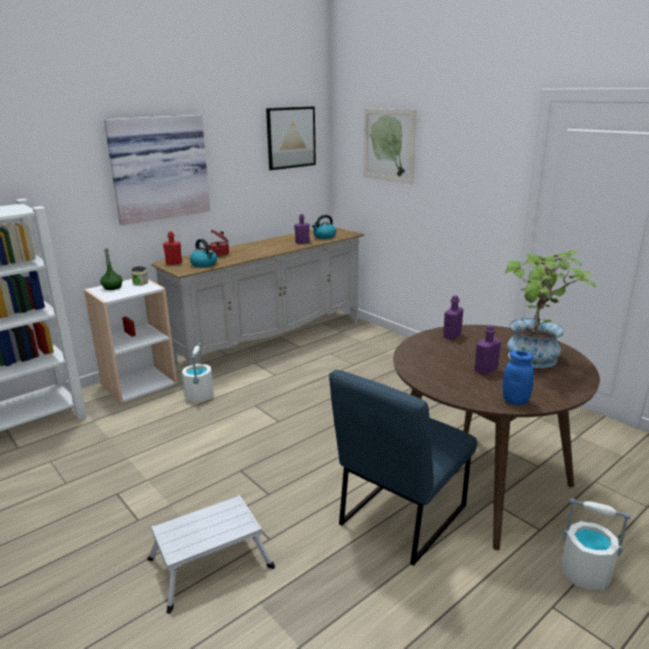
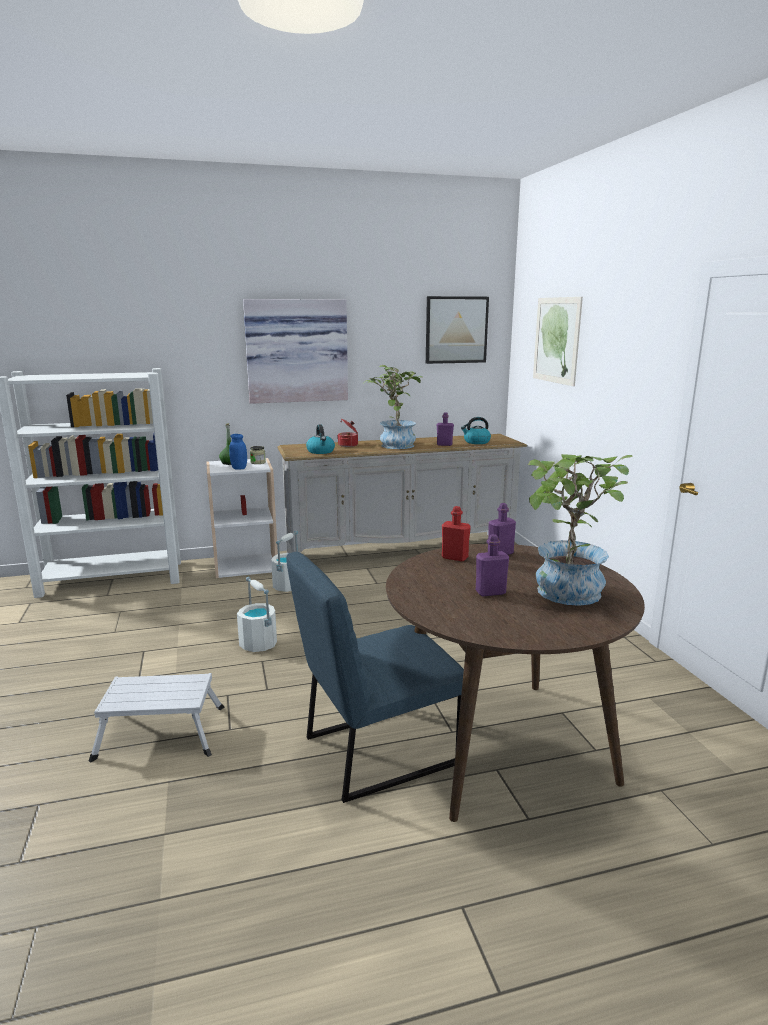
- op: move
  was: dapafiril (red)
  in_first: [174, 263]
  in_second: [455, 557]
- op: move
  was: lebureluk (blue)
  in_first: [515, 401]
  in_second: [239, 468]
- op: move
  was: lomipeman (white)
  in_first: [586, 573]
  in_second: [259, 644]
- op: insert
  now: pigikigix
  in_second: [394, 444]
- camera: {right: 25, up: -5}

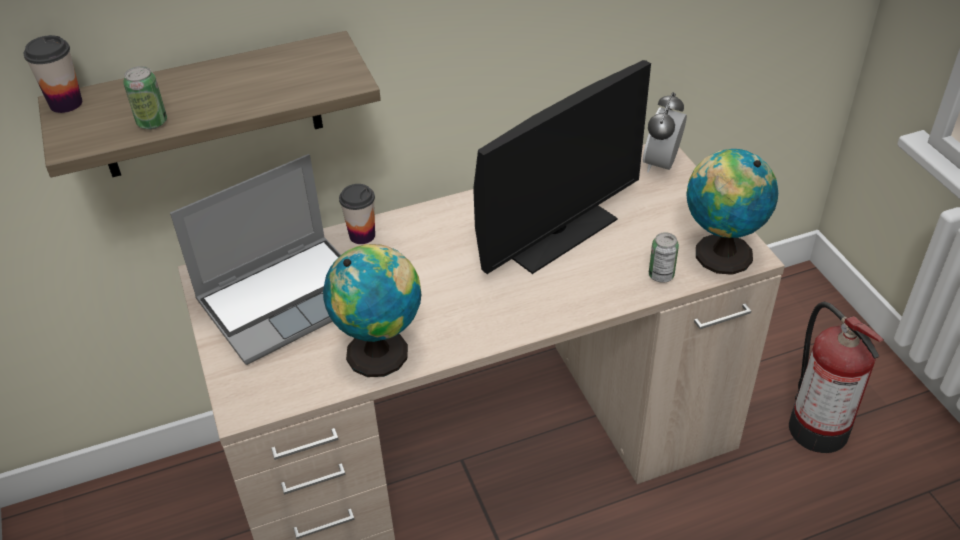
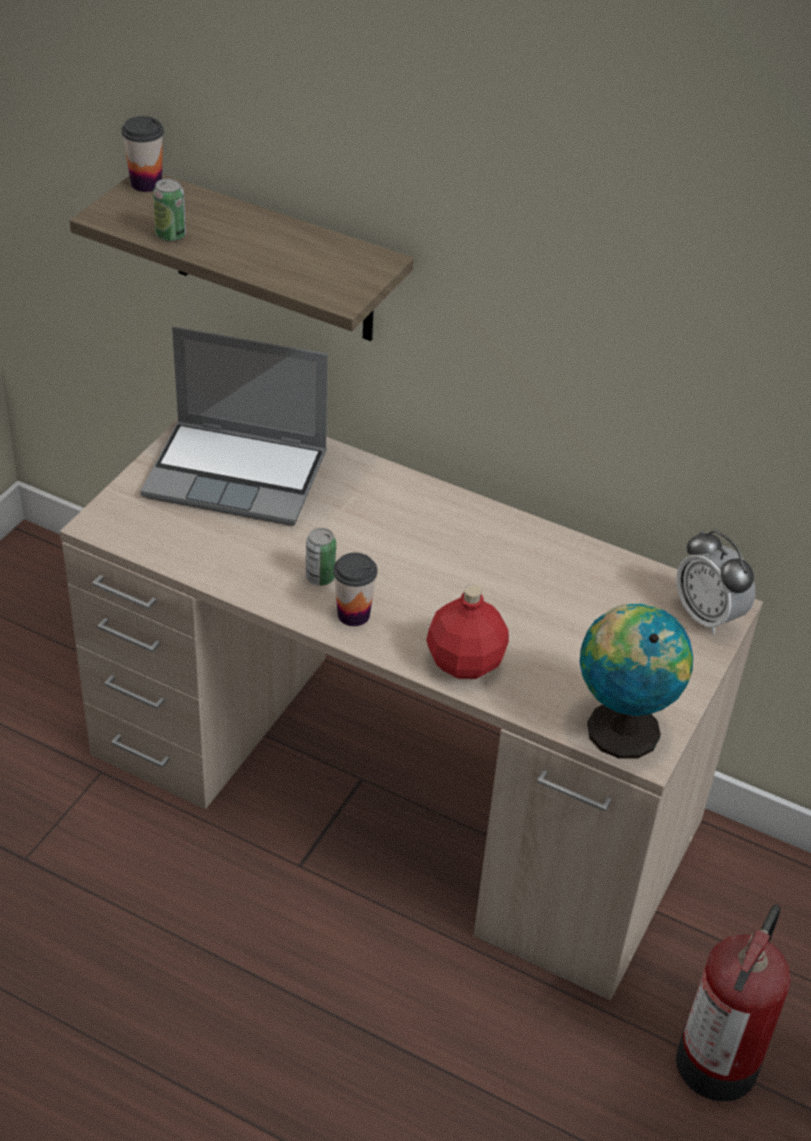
- op: delete
  was: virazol
  in_first: [557, 233]
- op: rotate
  was: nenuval
  in_first: [661, 164]
  in_second: [707, 616]
  clockwise: -105
- op: move
  was: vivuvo
  in_first: [362, 235]
  in_second: [353, 614]
- op: move
  was: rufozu
  in_first: [661, 275]
  in_second: [320, 577]
- op: delete
  was: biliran
  in_first: [382, 352]
- op: insert
  now: dapafiril (red)
  in_second: [464, 663]
- camera: {right: 45, up: 0}

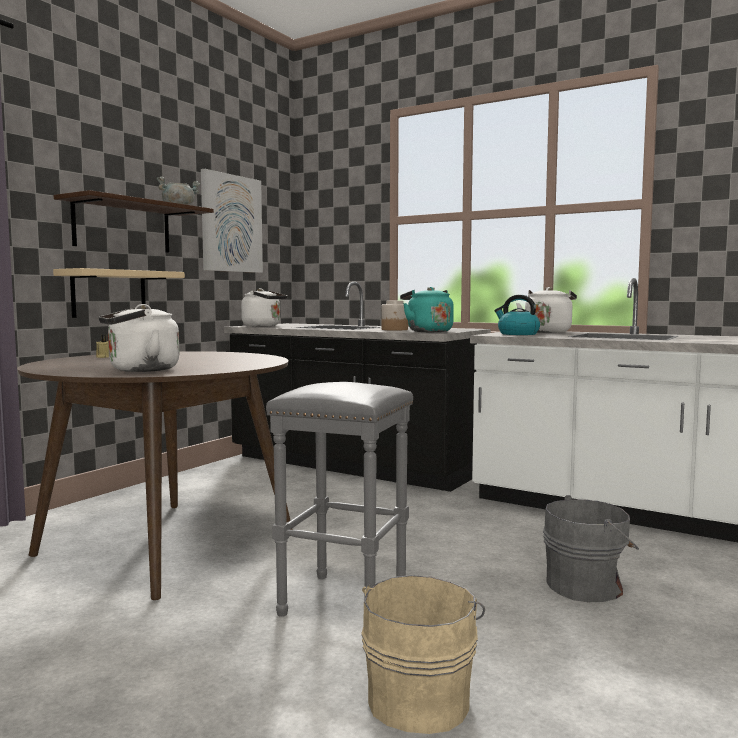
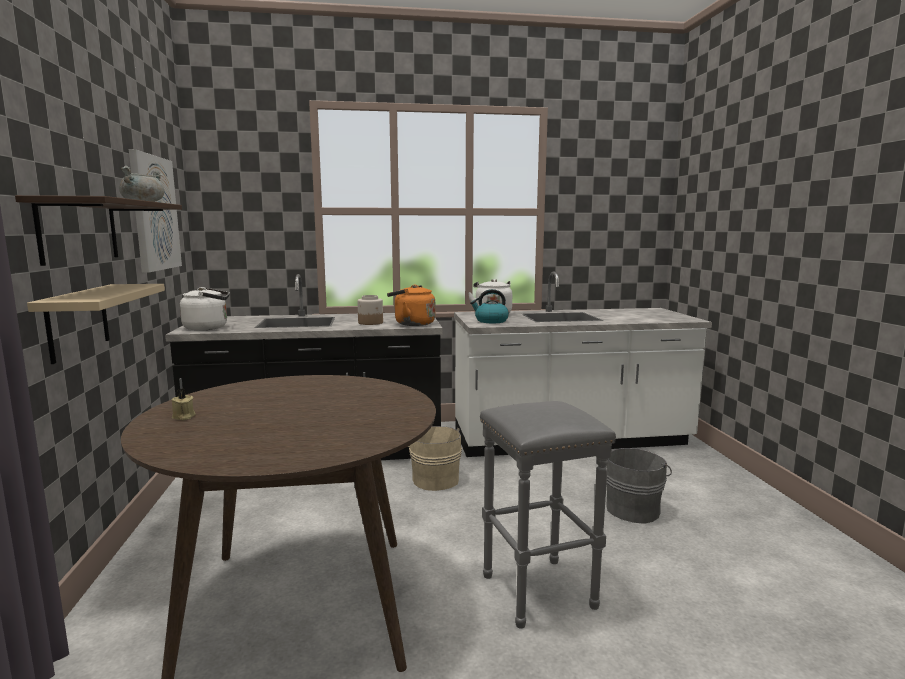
- op: recolor
  was: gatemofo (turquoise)
  now: gatemofo (orange)
  in_first: [427, 331]
  in_second: [412, 324]
- op: delete
  was: gatemofo (white)
  in_first: [140, 370]
- op: move
  was: lomipeman (beige)
  in_first: [420, 698]
  in_second: [435, 479]
- camera: {right: -40, up: 5}

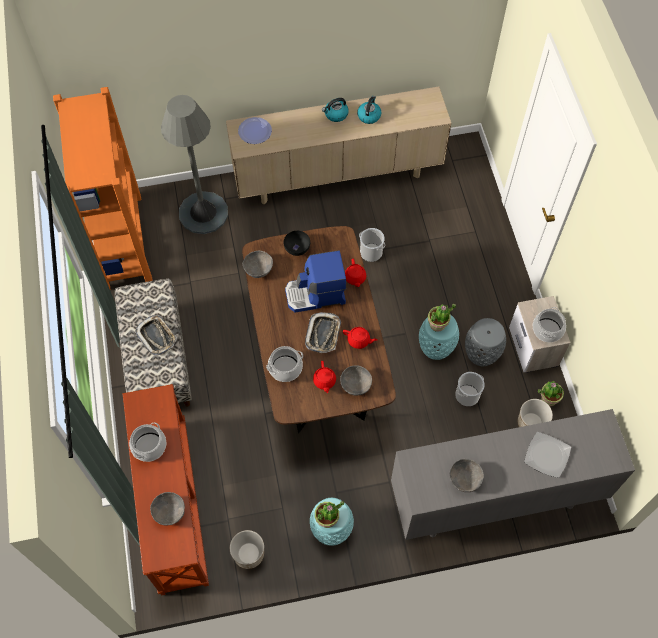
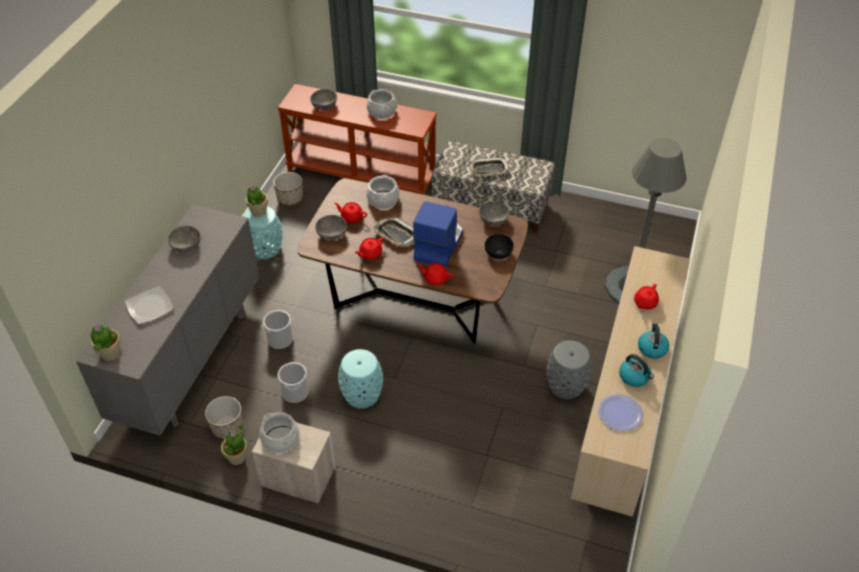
- op: delete
  was: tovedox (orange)
  in_first: [122, 242]
- op: move
  was: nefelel
  in_first: [255, 131]
  in_second: [620, 413]
- op: move
  was: lomipeman
  in_first: [371, 252]
  in_second: [280, 340]
- op: move
  was: pigikigix
  in_first: [437, 324]
  in_second: [110, 353]
- op: move
  was: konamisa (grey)
  in_first: [481, 353]
  in_second: [565, 386]
- op: insert
  now: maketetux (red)
  in_second: [645, 303]
- camera: {right: 120, up: -15}

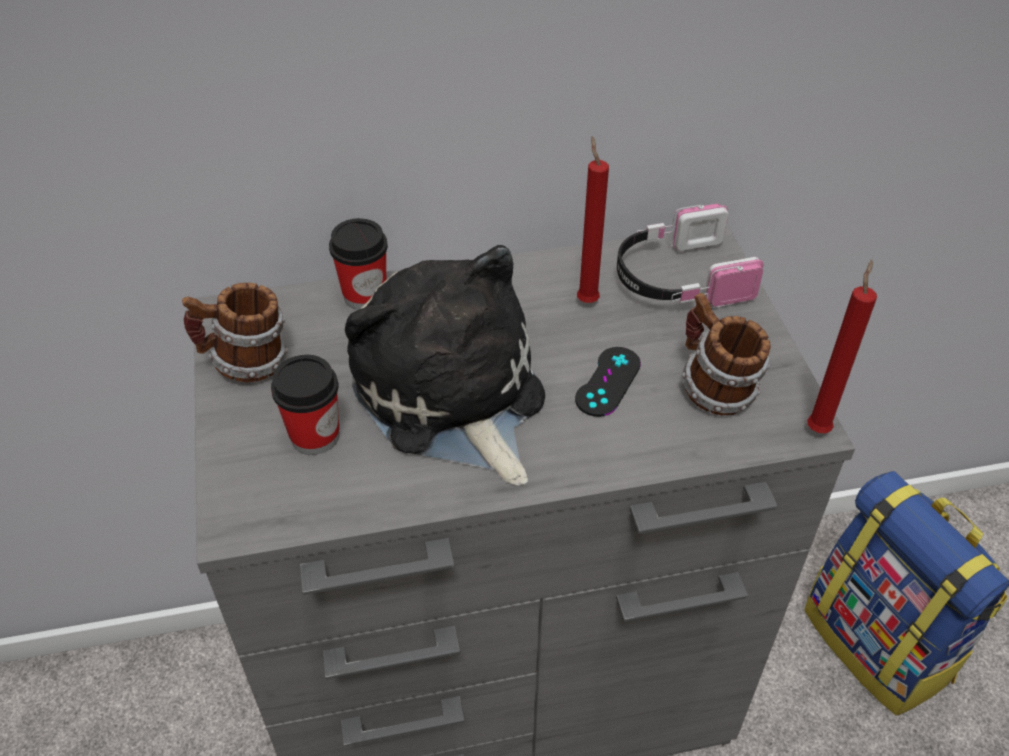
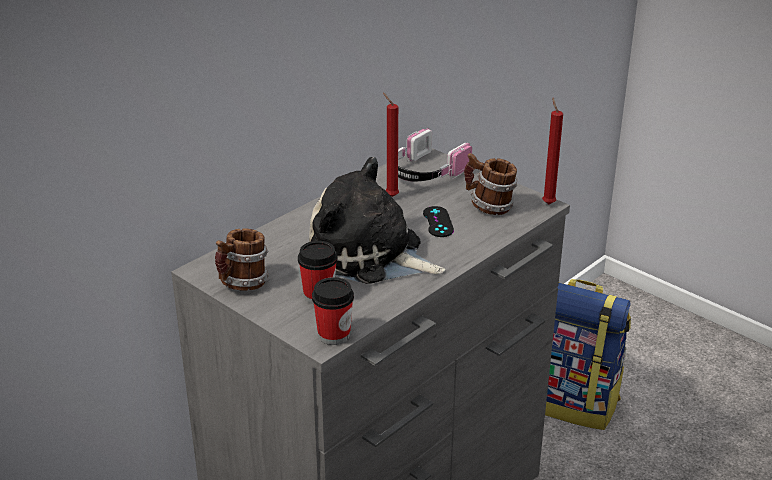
- op: move
  was: vivuvo
  in_first: [365, 295]
  in_second: [334, 335]
- camera: {right: -35, up: -15}

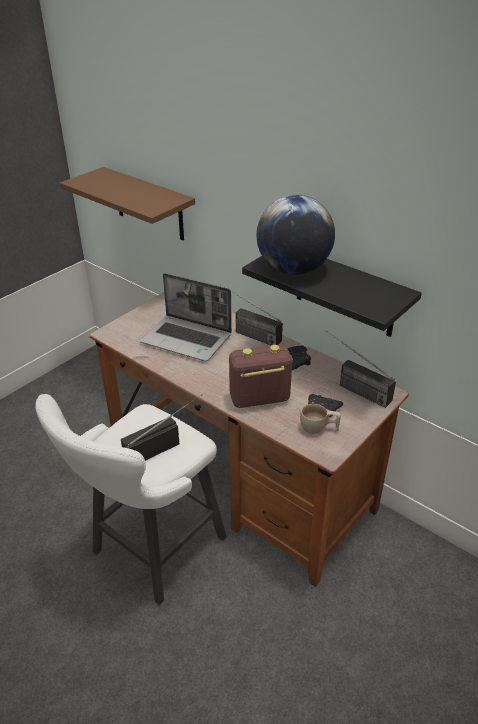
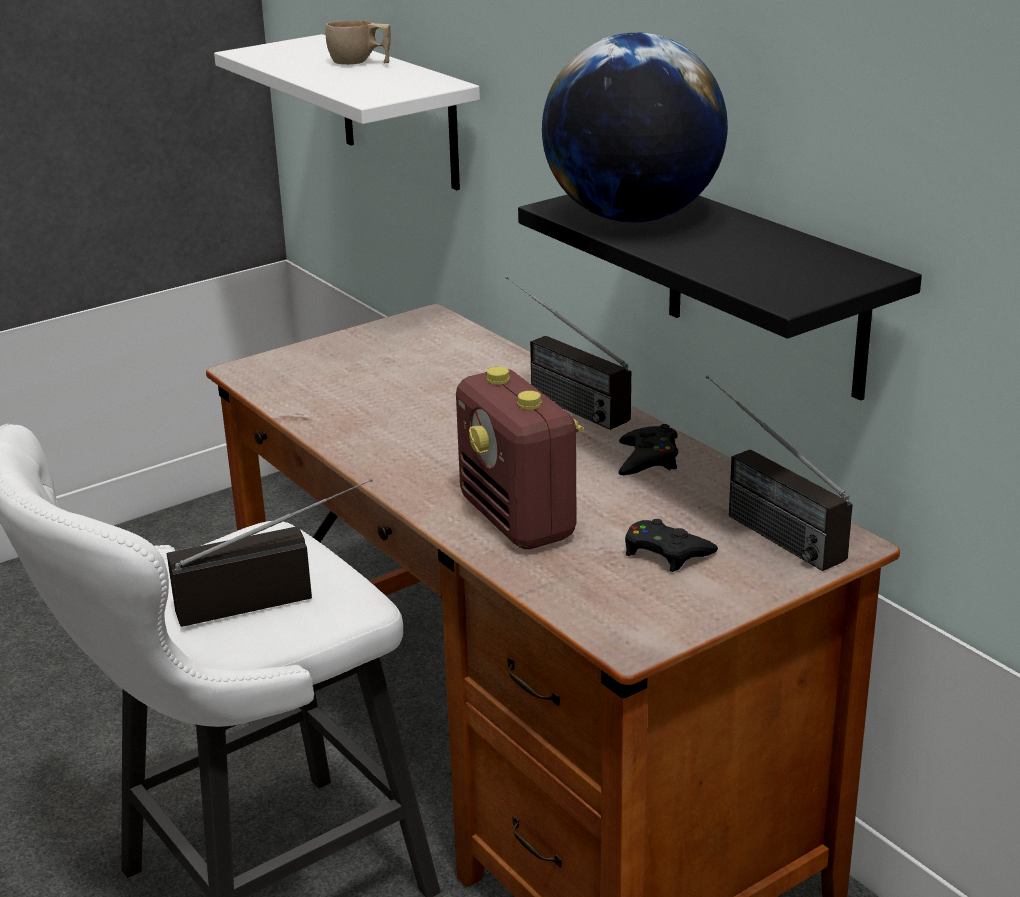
- op: recolor
  was: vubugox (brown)
  now: vubugox (white)
  in_first: [149, 204]
  in_second: [398, 112]
- op: delete
  was: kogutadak
  in_first: [188, 339]
- op: rotate
  was: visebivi
  in_first: [259, 399]
  in_second: [519, 520]
  clockwise: -120
- op: move
  was: vivuvo (beige)
  in_first: [319, 429]
  in_second: [360, 63]
- camera: {right: 15, up: -10}

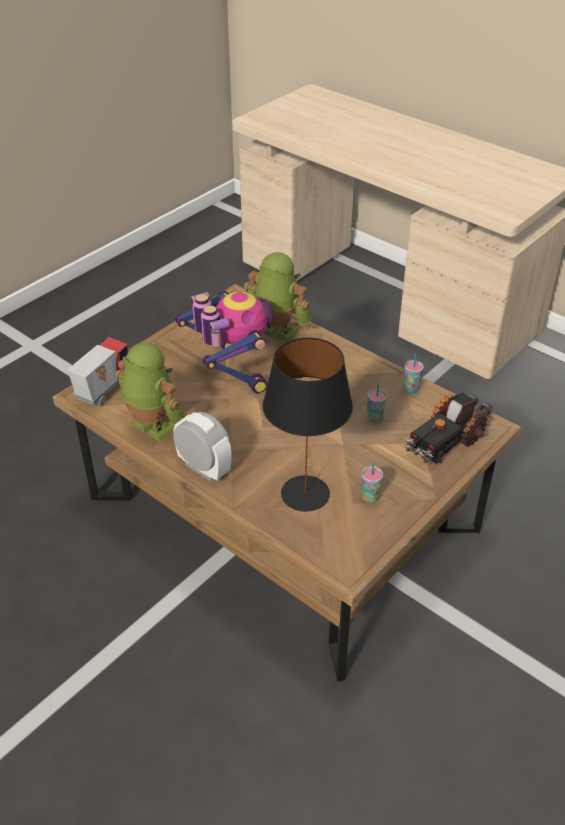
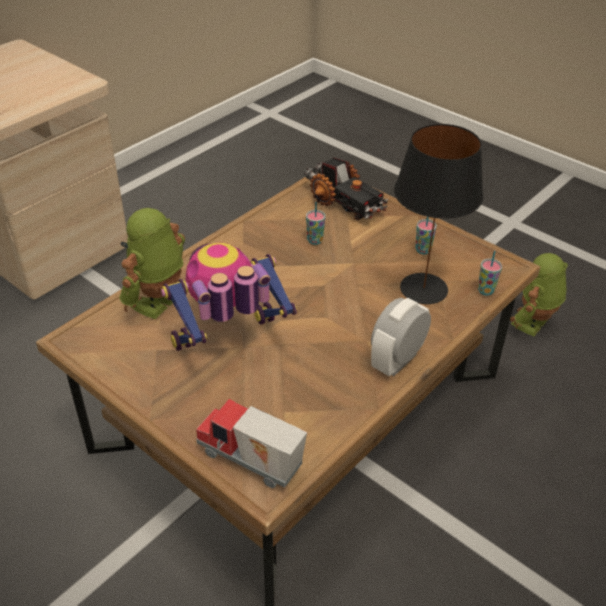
- op: move
  was: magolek
  in_first: [152, 427]
  in_second: [533, 324]
- op: move
  was: vivuvo
  in_first: [411, 389]
  in_second: [485, 291]
- camera: {right: -90, up: 0}

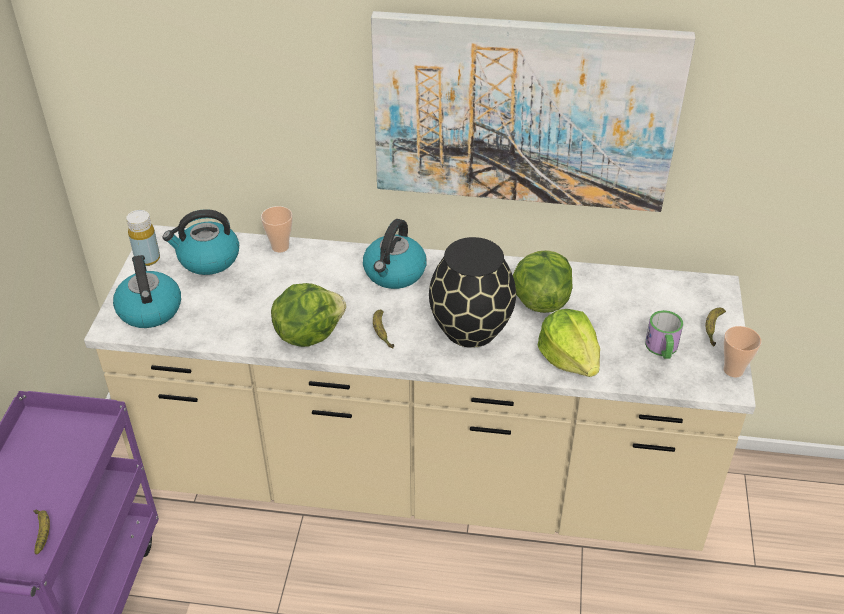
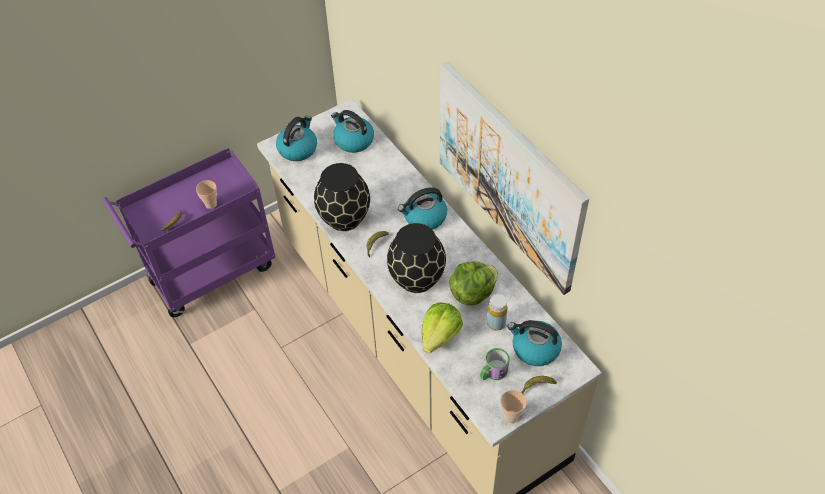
- op: move
  was: vivuvo
  in_first: [280, 247]
  in_second: [211, 204]
- op: move
  was: dapafiril (yellow)
  in_first: [147, 259]
  in_second: [496, 323]
- op: replace
  was: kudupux
  now: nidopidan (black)
  in_first: [308, 333]
  in_second: [344, 217]
- op: insert
  now: gatemofo
  in_second: [534, 349]
- camera: {right: 50, up: 10}

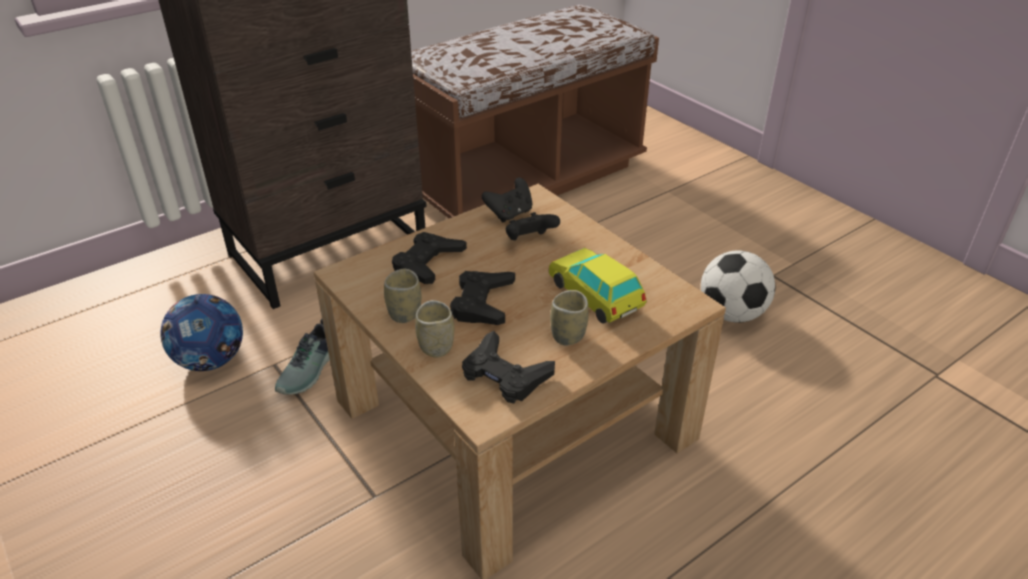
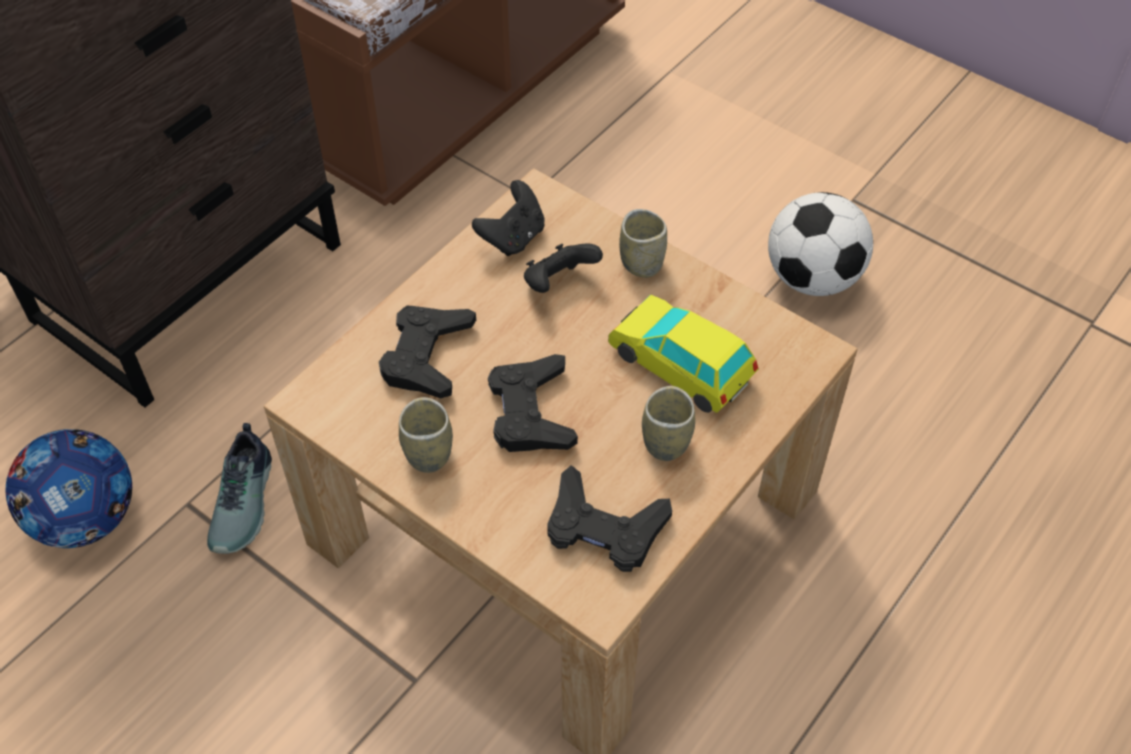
- op: move
  was: vivuvo
  in_first: [436, 347]
  in_second: [641, 263]
- camera: {right: -15, up: 15}

